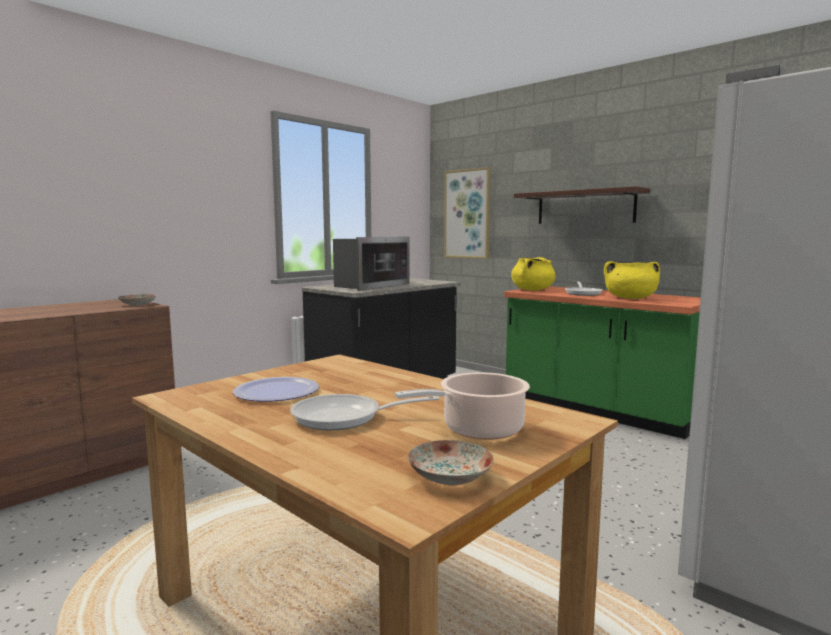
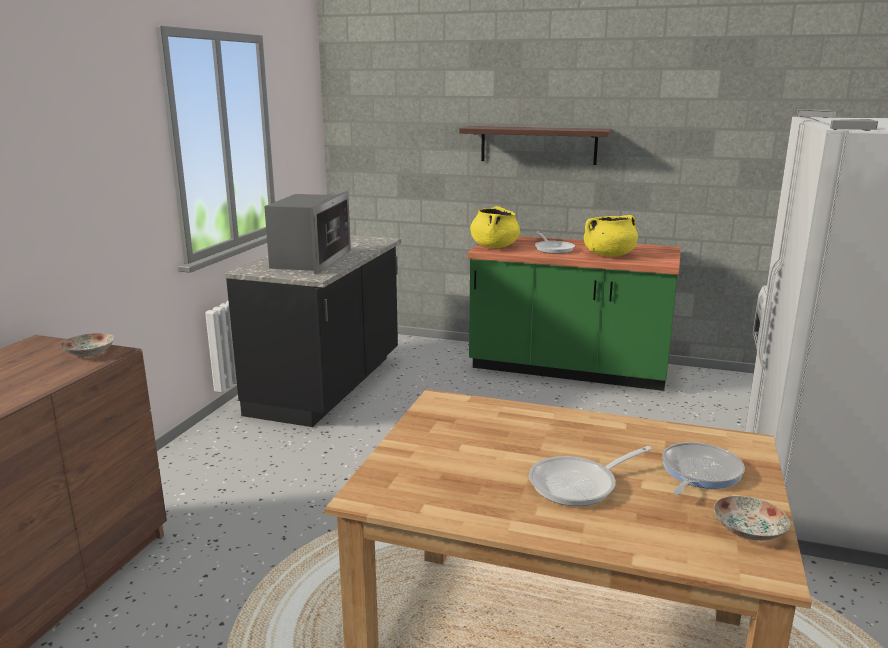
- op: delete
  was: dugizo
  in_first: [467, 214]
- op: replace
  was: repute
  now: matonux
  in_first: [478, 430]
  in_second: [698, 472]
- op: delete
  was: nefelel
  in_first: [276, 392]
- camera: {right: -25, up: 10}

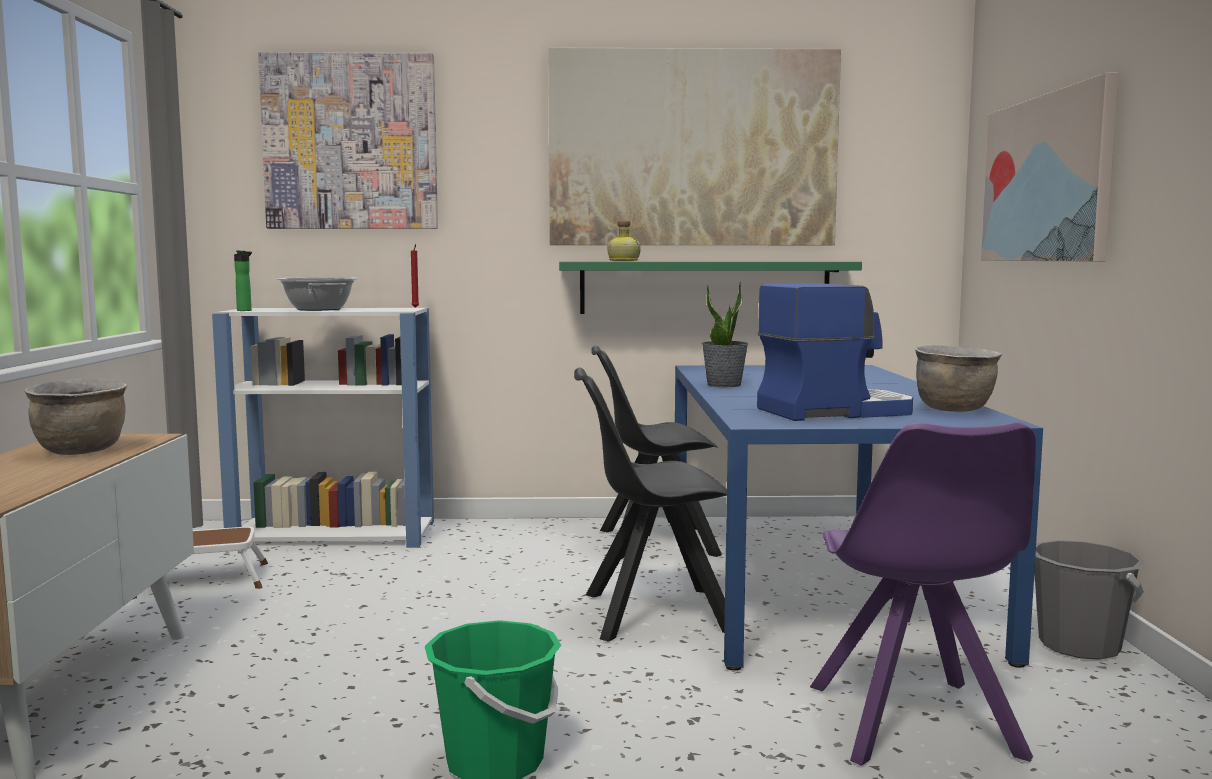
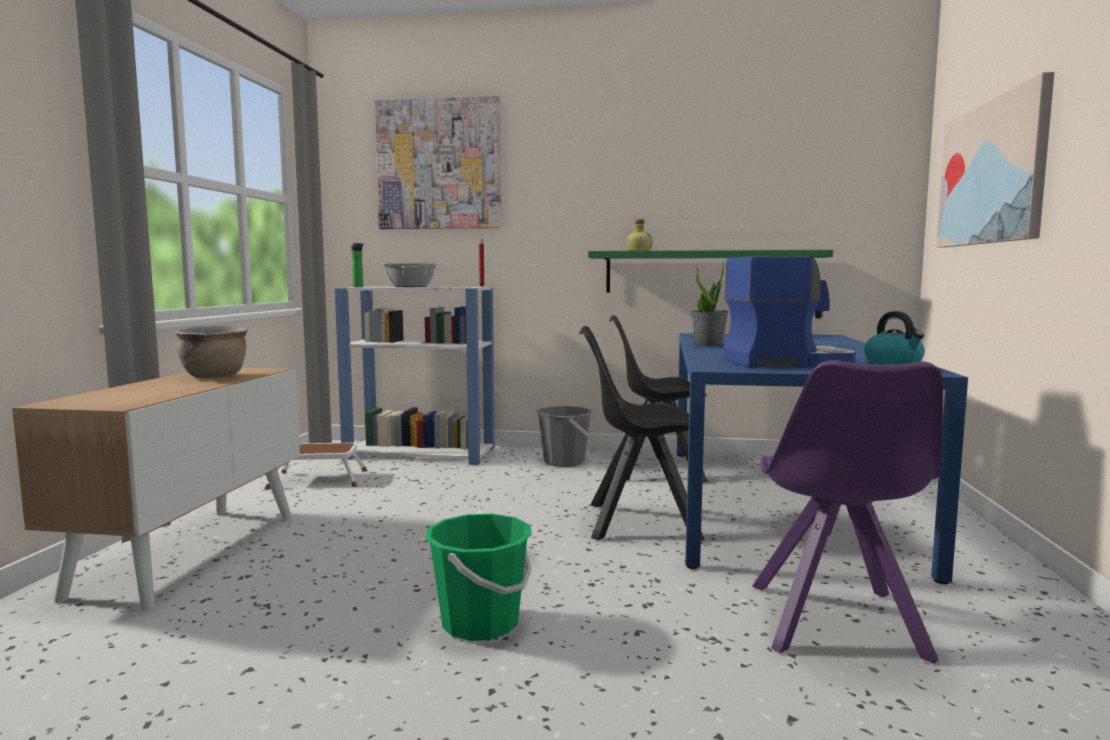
- op: delete
  was: dugizo
  in_first: [693, 148]
- op: replace
  was: repute (brown)
  now: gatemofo
  in_first: [954, 409]
  in_second: [894, 363]
- op: move
  was: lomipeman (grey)
  in_first: [1079, 646]
  in_second: [564, 462]
- camera: {right: 10, up: 0}

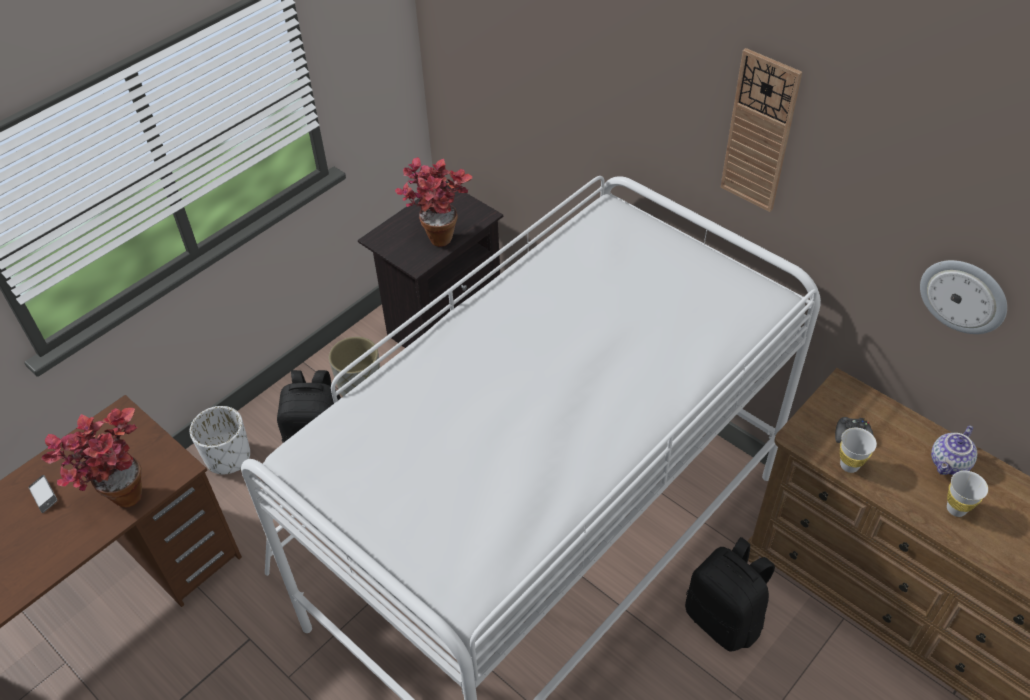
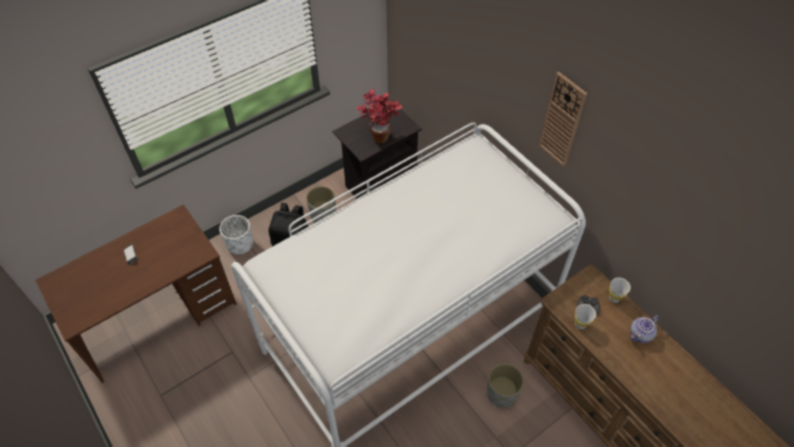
- op: delete
  was: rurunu
  in_first: [964, 295]
- op: delete
  was: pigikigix
  in_first: [118, 495]
- op: move
  was: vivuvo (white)
  in_first: [956, 509]
  in_second: [614, 298]
- op: replace
  was: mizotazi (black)
  now: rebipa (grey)
  in_first: [725, 619]
  in_second: [502, 394]
- camera: {right: 10, up: 5}

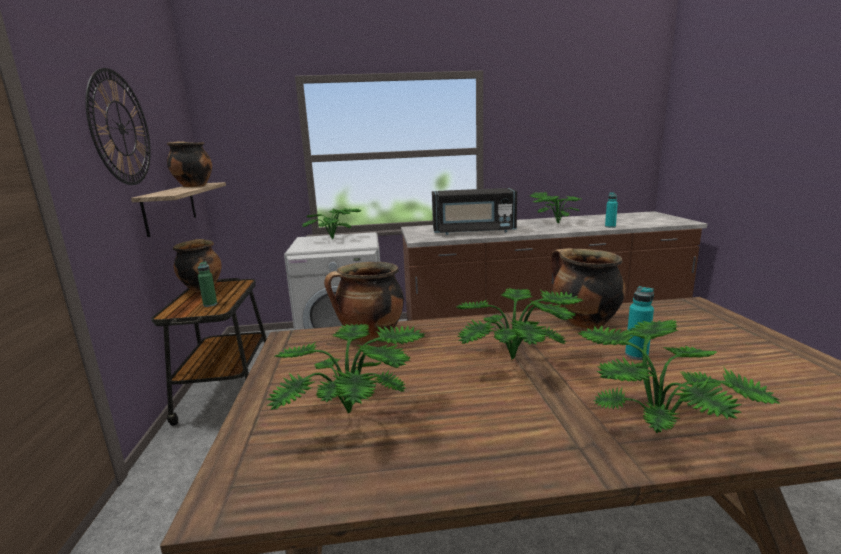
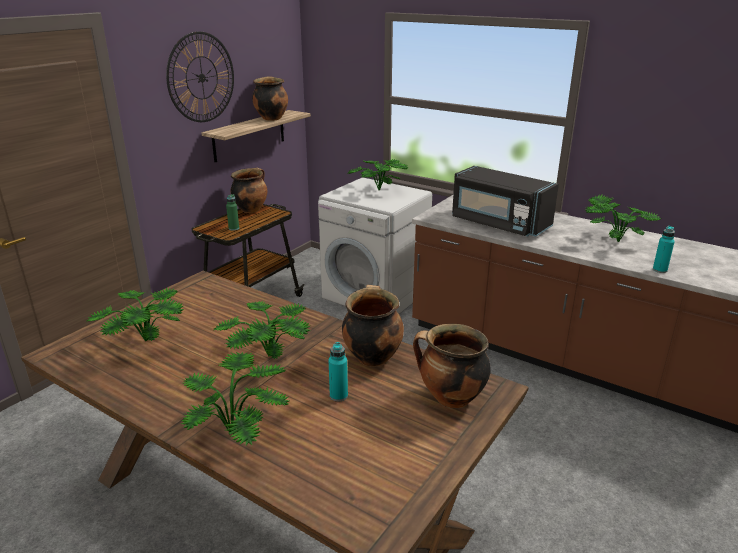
- op: move
  was: repute
  in_first: [370, 337]
  in_second: [450, 398]
- camera: {right: 40, up: 10}

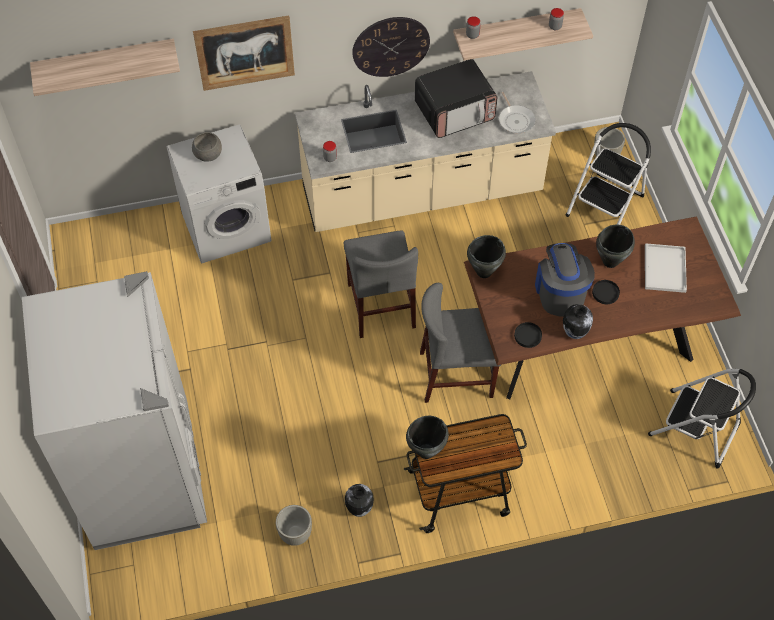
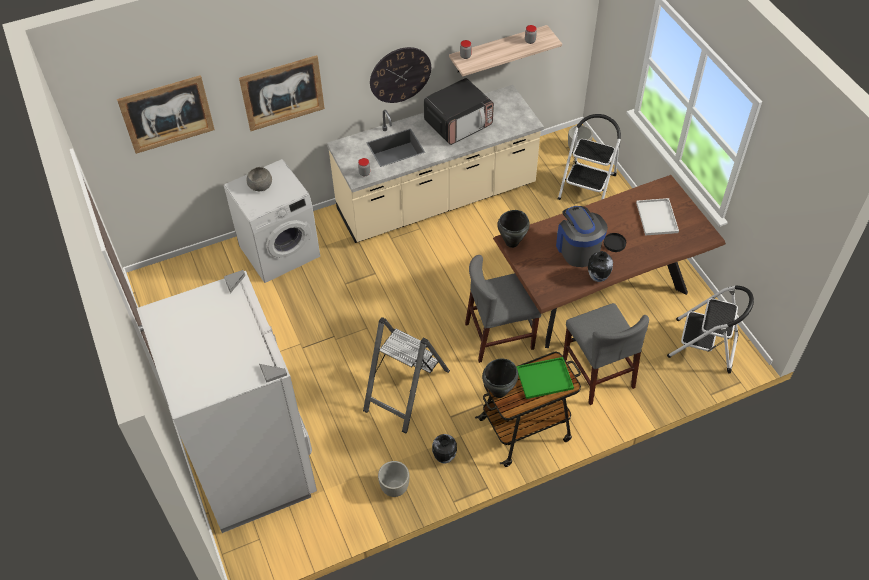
- op: replace
  was: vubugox
  now: dugizo
  in_first: [105, 62]
  in_second: [167, 114]
- op: delete
  was: matonux
  in_first: [515, 120]
- op: delete
  was: repute (black)
  in_first: [610, 262]
- op: move
  was: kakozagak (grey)
  in_first: [381, 305]
  in_second: [598, 373]
- op: delete
  was: nefelel (black)
  in_first: [527, 336]
- op: insert
  now: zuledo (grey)
  in_second: [406, 391]
- op: insert
  now: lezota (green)
  in_second: [545, 378]
- camera: {right: -10, up: -5}

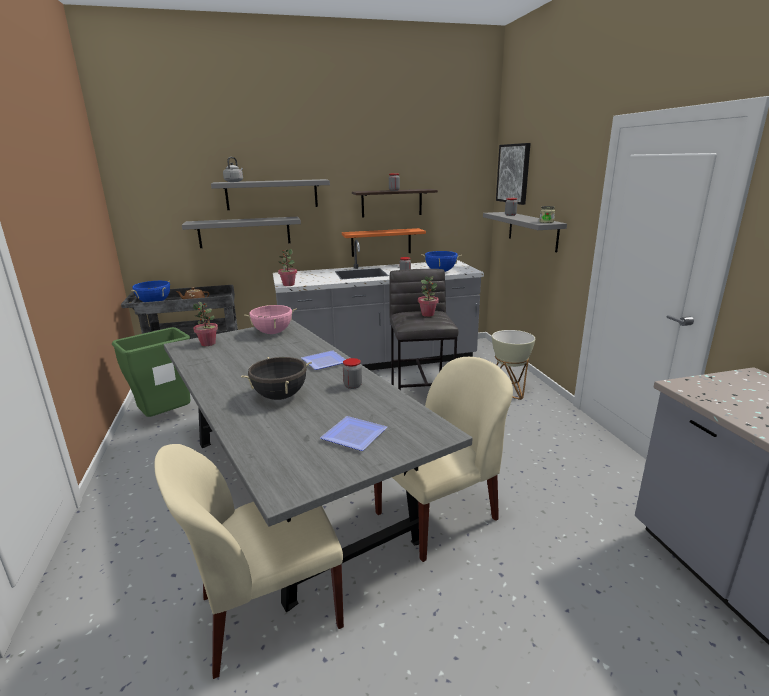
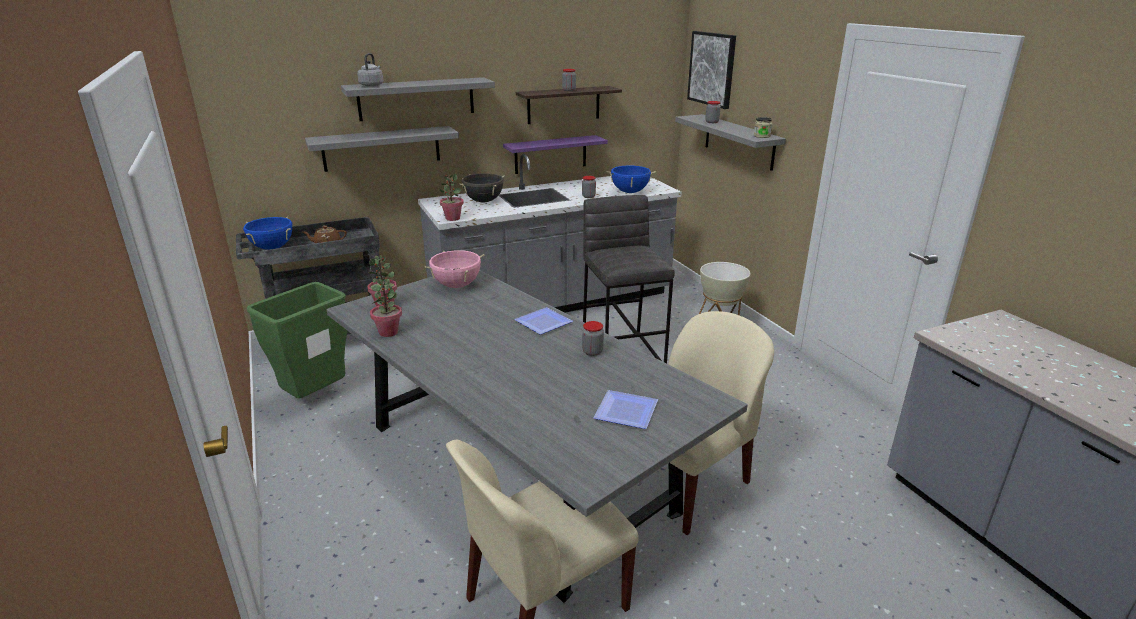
- op: recolor
  was: vubugox (orange)
  now: vubugox (purple)
  in_first: [381, 242]
  in_second: [550, 154]
- op: move
  was: pigikigix
  in_first: [428, 314]
  in_second: [388, 332]
- op: move
  was: repute (black)
  in_first: [280, 396]
  in_second: [484, 201]
- camera: {right: -10, up: 5}

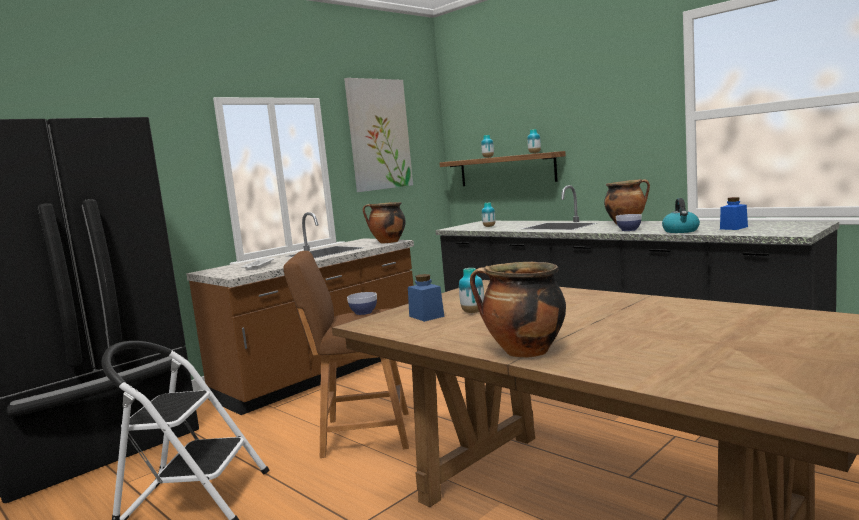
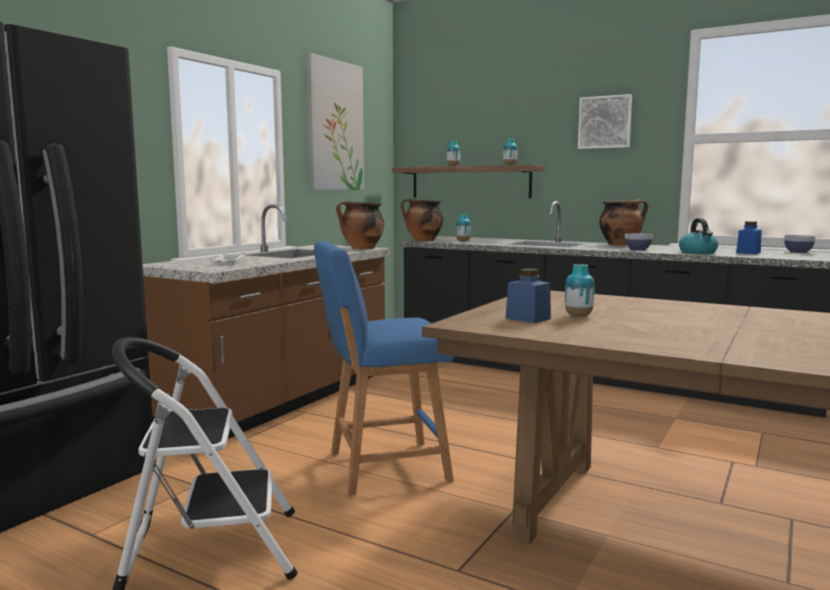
- op: recolor
  was: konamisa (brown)
  now: konamisa (blue)
  in_first: [361, 434]
  in_second: [382, 467]
- op: move
  was: repute
  in_first: [523, 352]
  in_second: [423, 240]
- op: move
  was: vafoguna
  in_first: [363, 312]
  in_second: [798, 252]
- op: insert
  now: dugizo
  in_second: [605, 122]
- camera: {right: -15, up: 0}

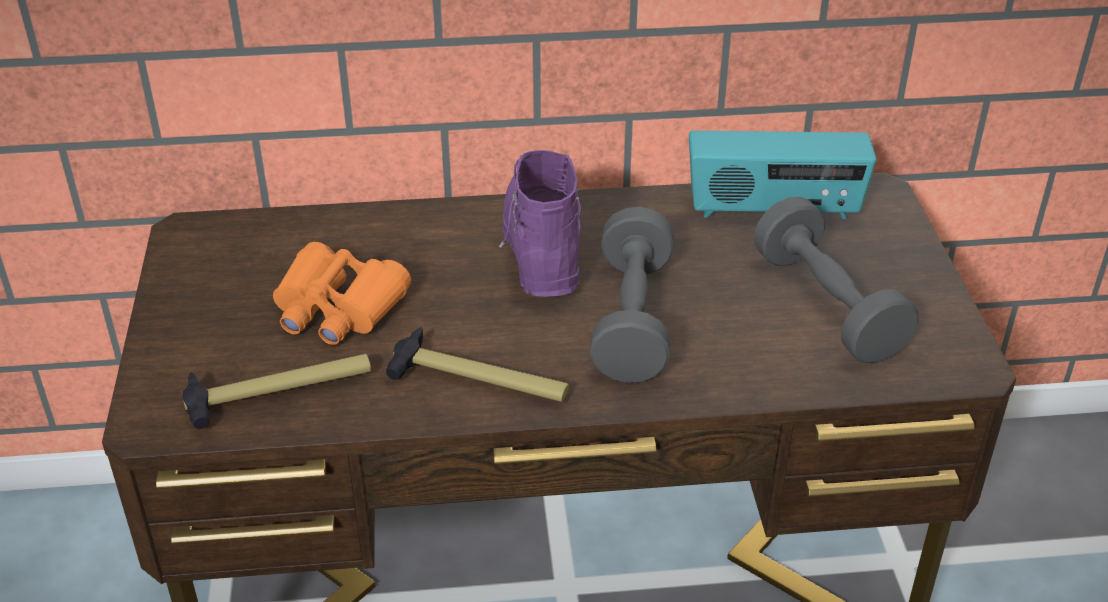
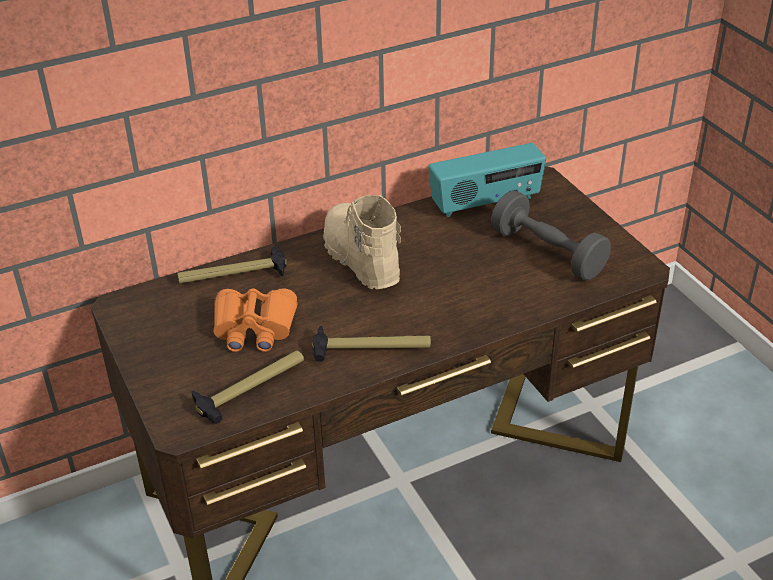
- op: recolor
  was: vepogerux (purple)
  now: vepogerux (beige)
  in_first: [541, 248]
  in_second: [359, 259]
- op: delete
  was: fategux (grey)
  in_first: [632, 320]
- op: insert
  now: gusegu
  in_second: [233, 275]
- camera: {right: -20, up: 0}

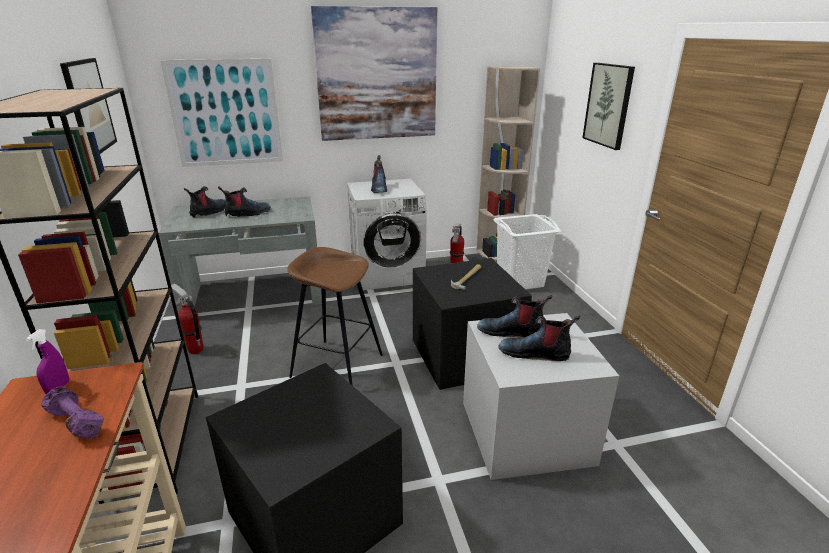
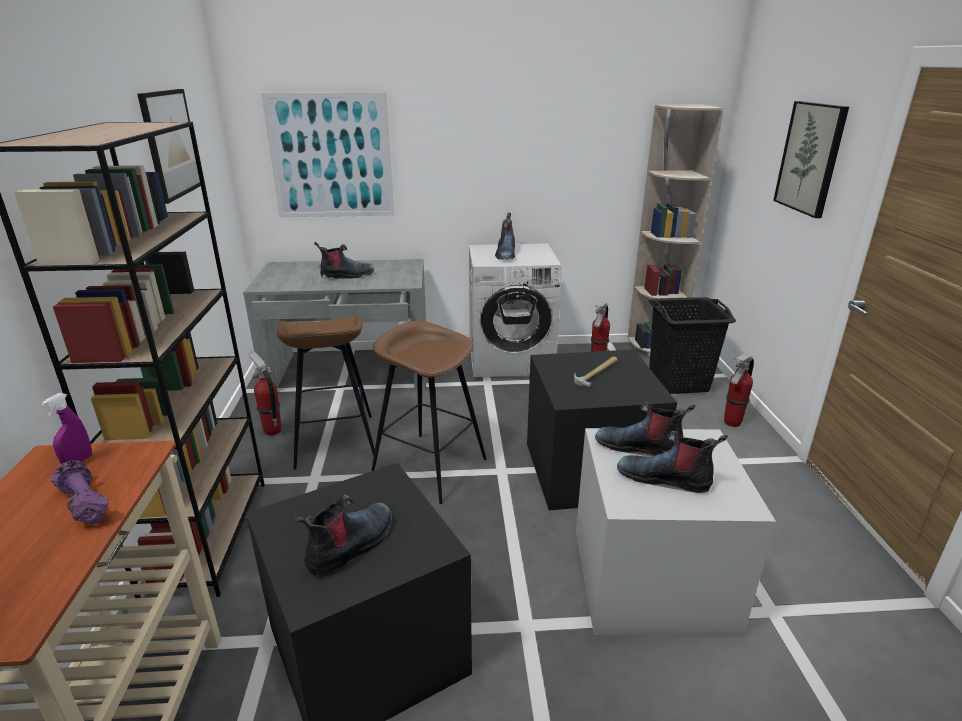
- op: delete
  was: dugizo
  in_first: [377, 75]
- op: move
  was: vepogerux
  in_first: [209, 212]
  in_second: [351, 546]
- op: recolor
  was: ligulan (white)
  now: ligulan (black)
  in_first: [520, 281]
  in_second: [679, 382]
- op: insert
  now: konamisa (brown)
  in_second: [334, 441]
- op: insert
  now: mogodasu
  in_second: [732, 423]
- camera: {right: 10, up: 0}

